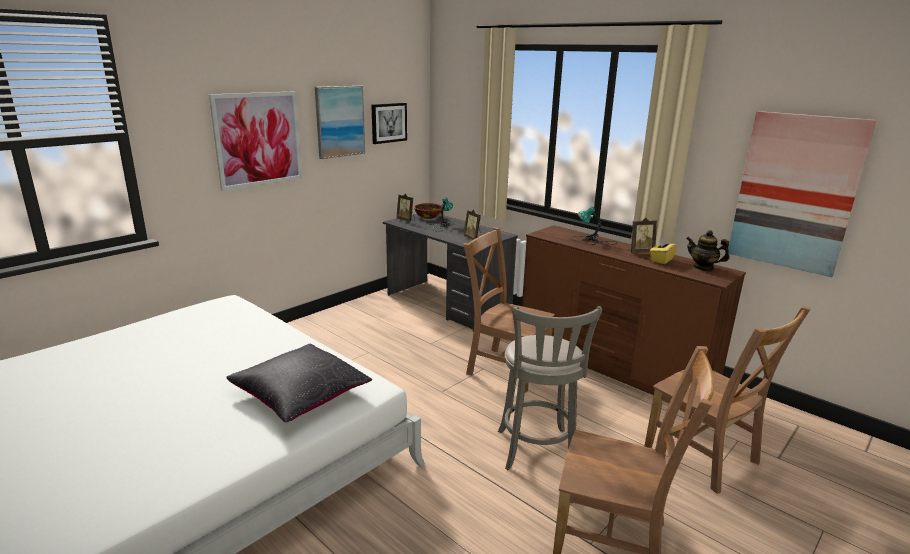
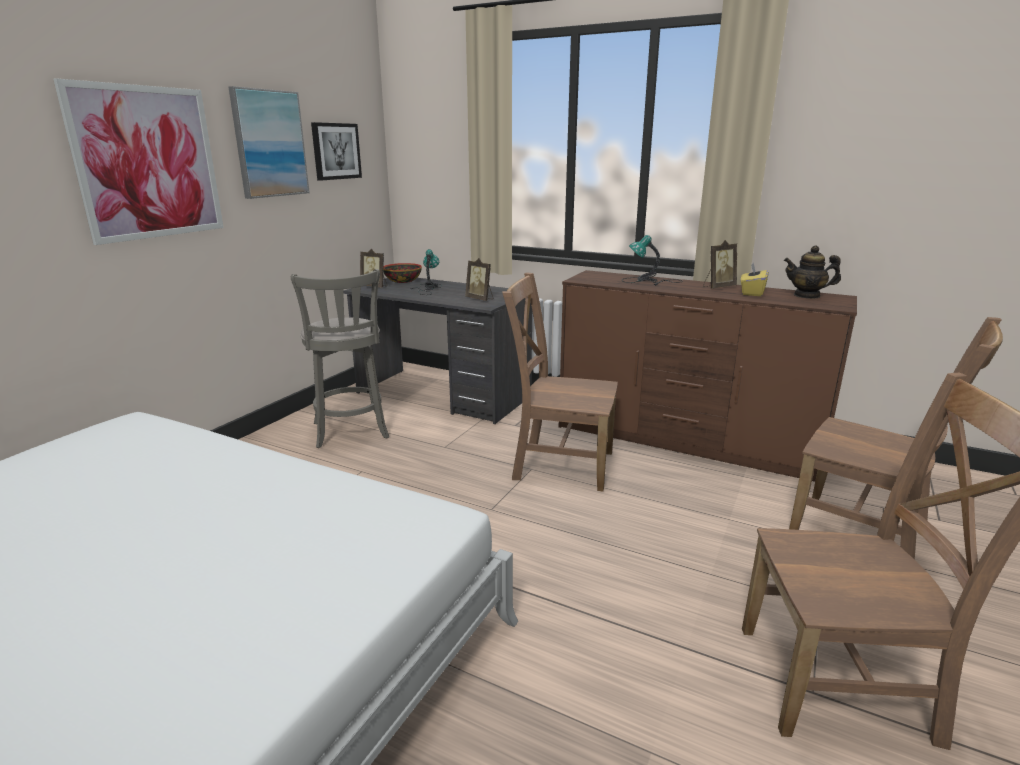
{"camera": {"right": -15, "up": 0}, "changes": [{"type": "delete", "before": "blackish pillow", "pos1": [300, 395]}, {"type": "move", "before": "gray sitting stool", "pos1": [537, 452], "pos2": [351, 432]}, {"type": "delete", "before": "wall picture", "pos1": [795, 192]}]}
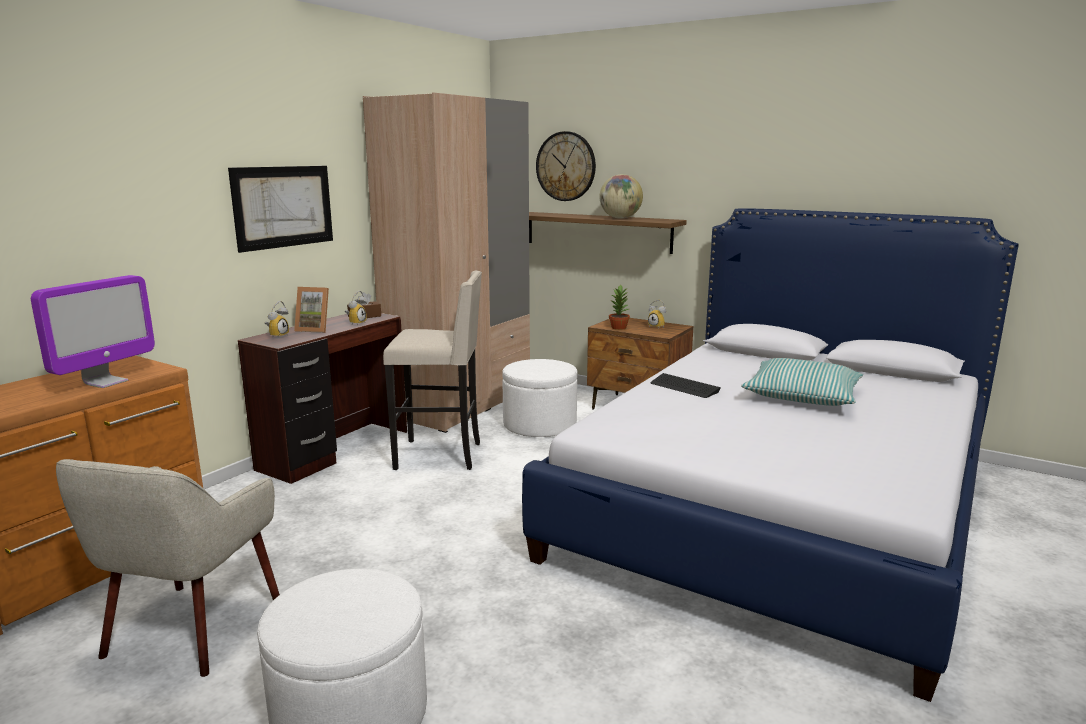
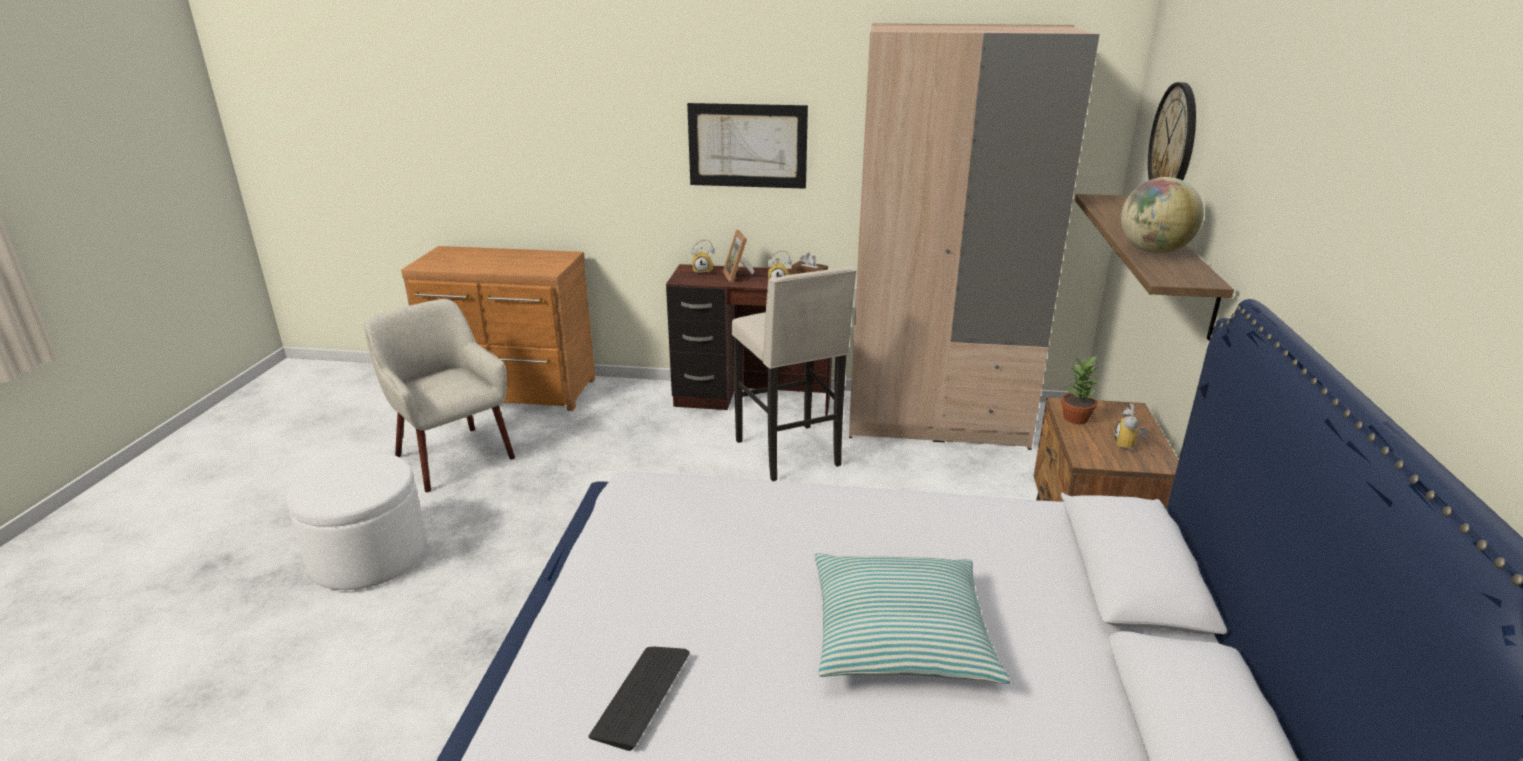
{"camera": {"right": 65, "up": 10}, "changes": [{"type": "delete", "before": "monitor", "pos1": [106, 382]}, {"type": "rotate", "before": "beige-coloured easy chair", "pos1": [191, 629], "pos2": [452, 457], "turn": 60}, {"type": "delete", "before": "white-coloured ottoman", "pos1": [540, 425]}, {"type": "move", "before": "PC keyboard", "pos1": [684, 387], "pos2": [641, 696]}]}
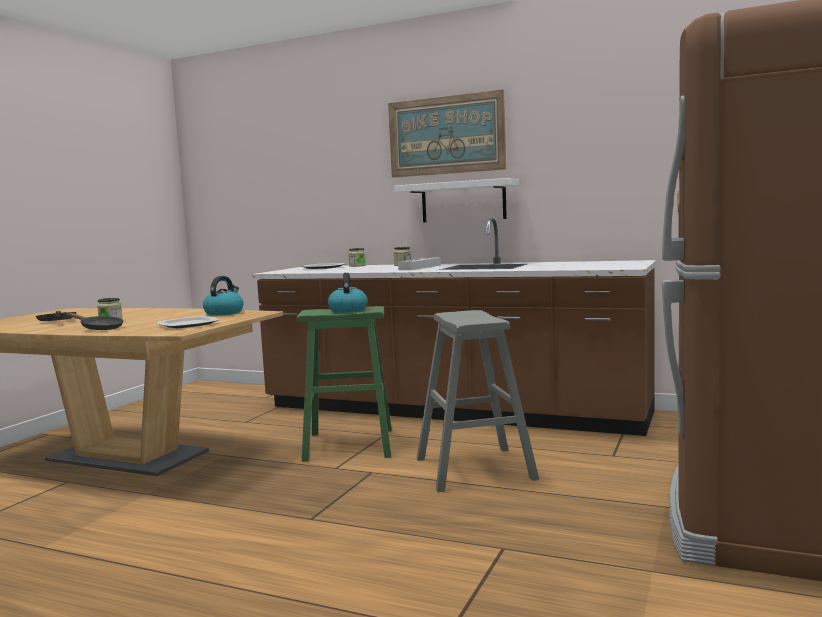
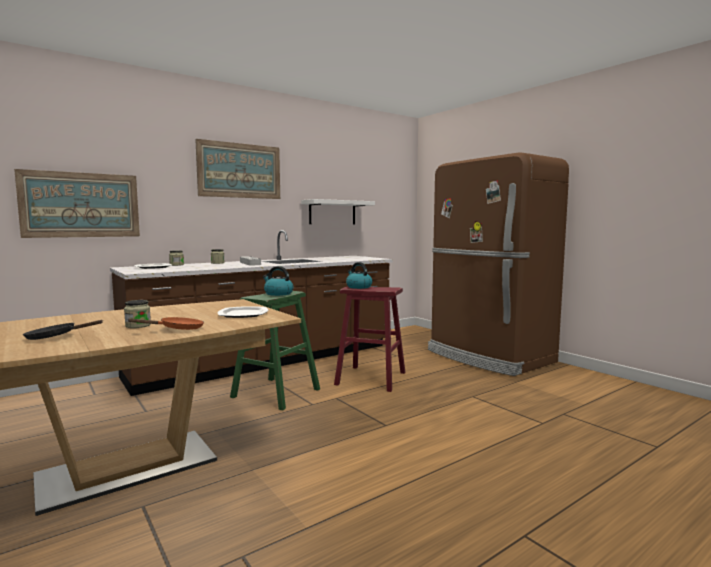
{"camera": {"right": -60, "up": 0}, "changes": [{"type": "recolor", "before": "blackish frying pan", "after": "orangey frying pan", "pos1": [98, 328], "pos2": [177, 329]}, {"type": "move", "before": "water kettle", "pos1": [224, 313], "pos2": [358, 287]}, {"type": "move", "before": "white-coloured wall shelf", "pos1": [463, 201], "pos2": [332, 212]}, {"type": "recolor", "before": "gray sitting stool", "after": "red sitting stool", "pos1": [474, 469], "pos2": [371, 378]}, {"type": "insert", "after": "wall picture", "pos2": [81, 205]}]}
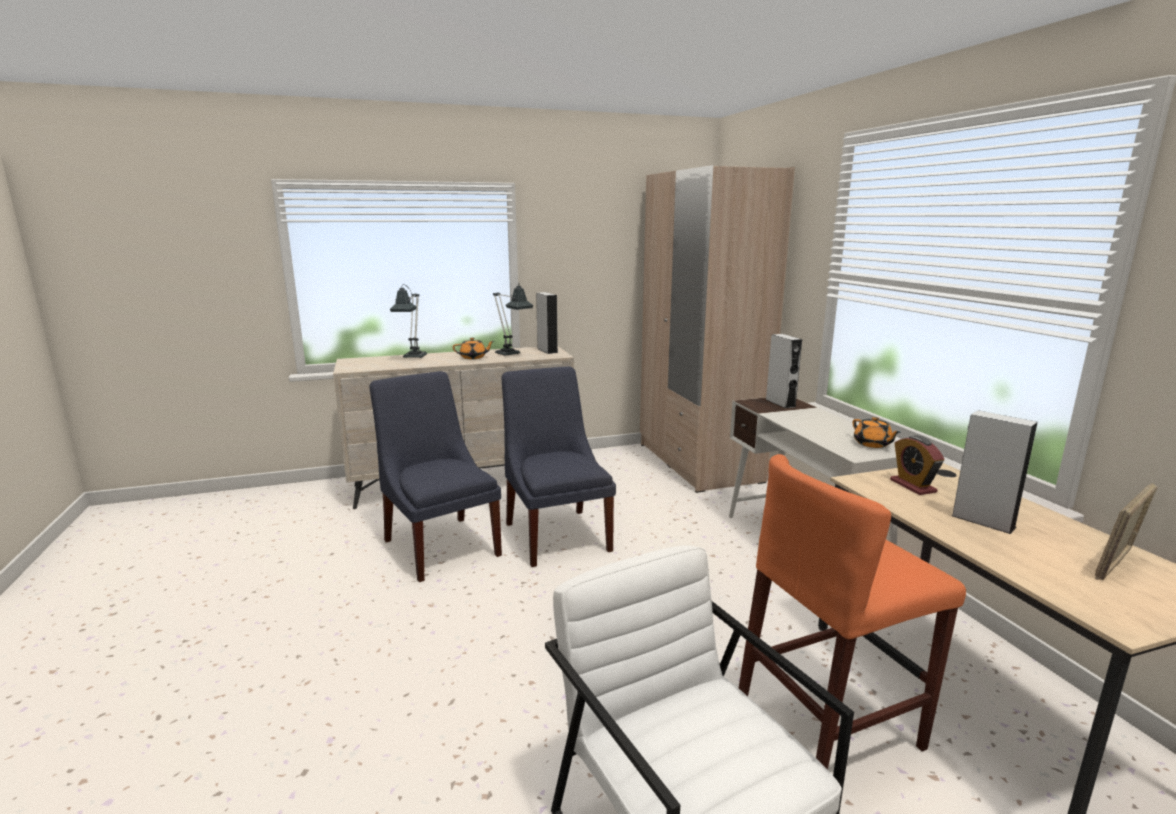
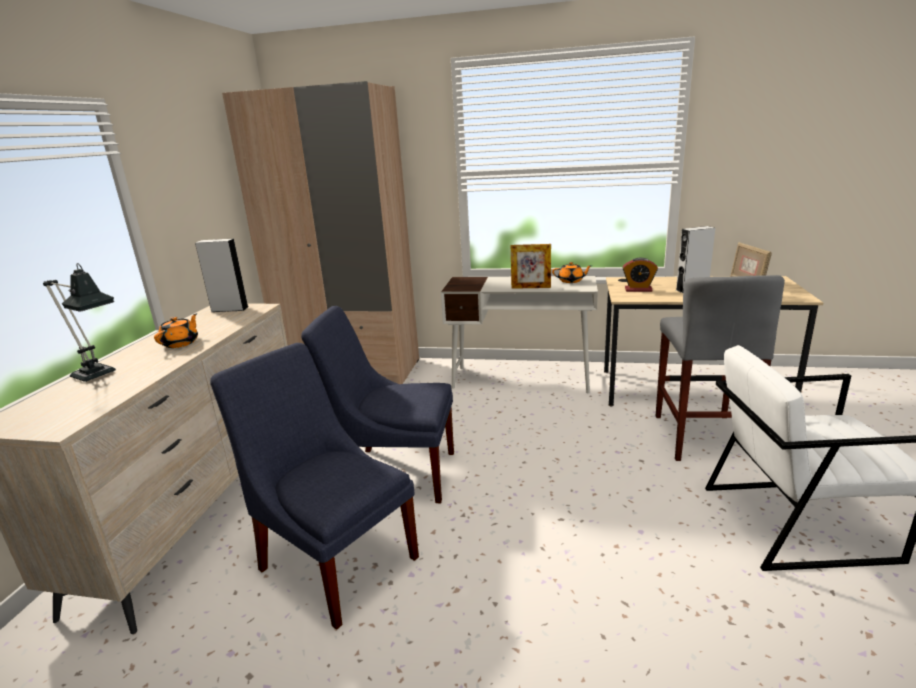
{"camera": {"right": -60, "up": 5}, "changes": [{"type": "rotate", "before": "blue-coloured chair", "pos1": [440, 545], "pos2": [335, 558], "turn": 45}, {"type": "delete", "before": "lamp for a table", "pos1": [511, 355]}, {"type": "recolor", "before": "orangey sitting stool", "after": "gray sitting stool", "pos1": [828, 727], "pos2": [702, 437]}, {"type": "delete", "before": "gray audio speaker", "pos1": [780, 403]}, {"type": "insert", "after": "photo frame", "pos2": [531, 287]}]}
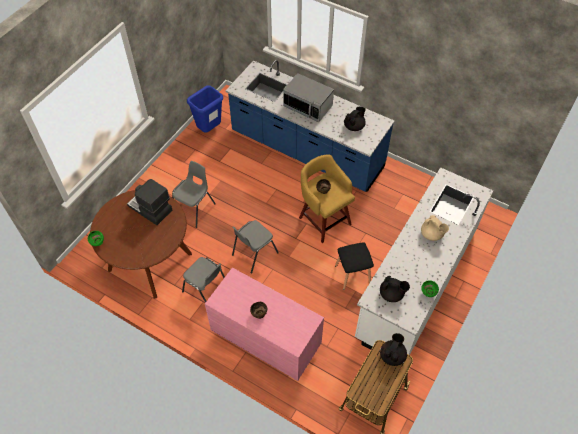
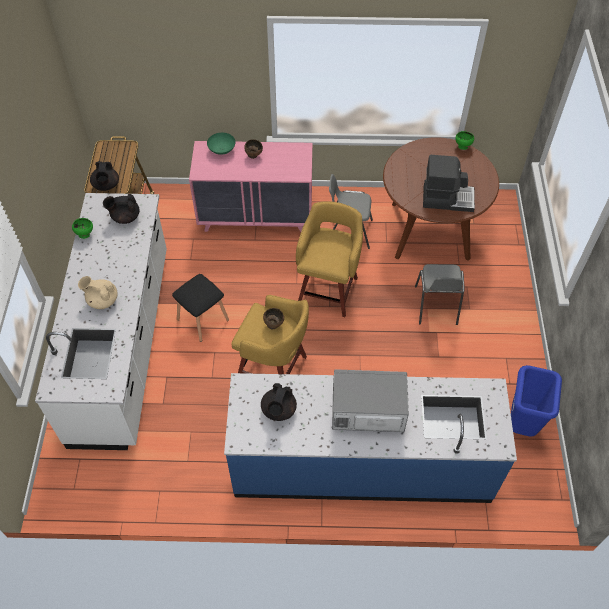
{"camera": {"right": 150, "up": 0}, "changes": [{"type": "replace", "before": "gray chair", "after": "yellowish sitting stool", "pos1": [254, 254], "pos2": [328, 289]}, {"type": "insert", "after": "green deep dish", "pos2": [221, 150]}]}
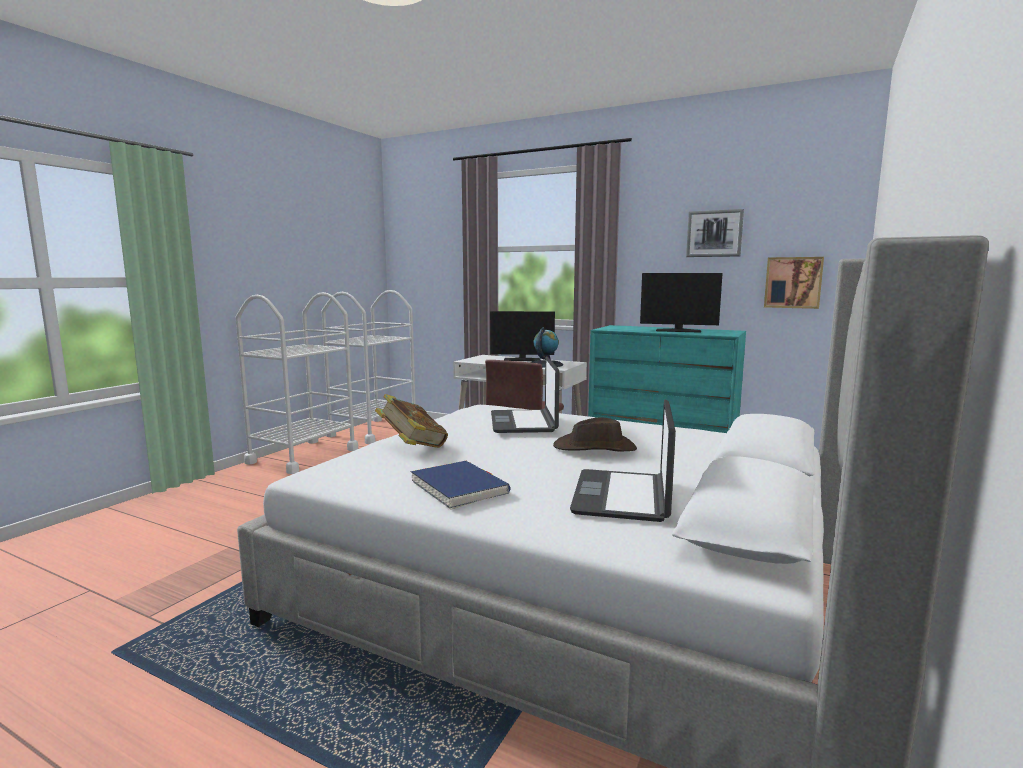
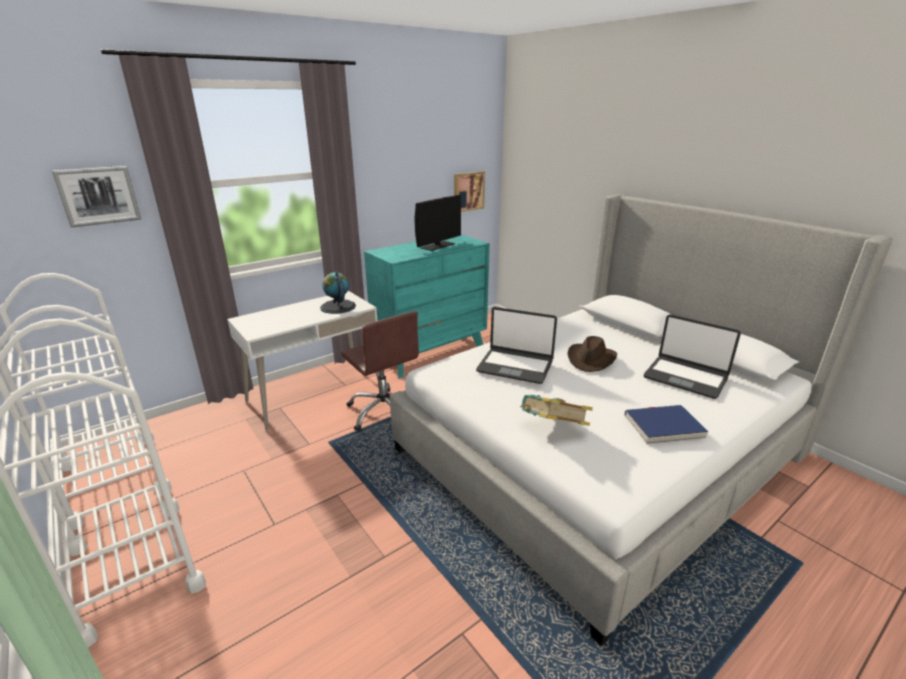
{"camera": {"right": -65, "up": 15}, "changes": [{"type": "delete", "before": "monitor", "pos1": [522, 359]}, {"type": "move", "before": "wall picture", "pos1": [714, 233], "pos2": [98, 196]}]}
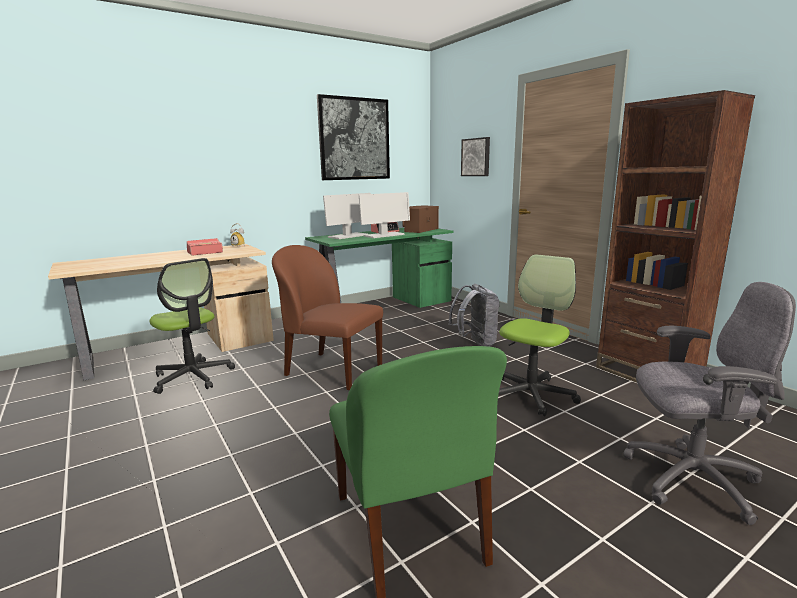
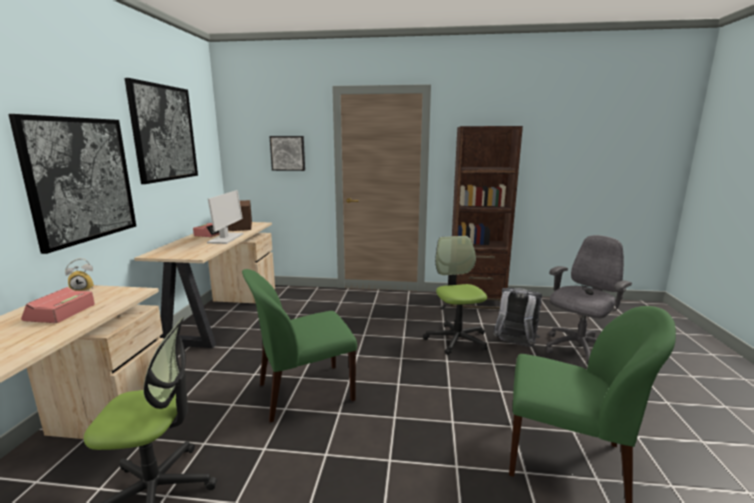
{"camera": {"right": -50, "up": 0}, "changes": [{"type": "recolor", "before": "brown chair", "after": "green chair", "pos1": [332, 370], "pos2": [303, 392]}, {"type": "recolor", "before": "green desk table", "after": "beige-coloured desk table", "pos1": [383, 306], "pos2": [222, 313]}, {"type": "delete", "before": "monitor", "pos1": [348, 236]}, {"type": "move", "before": "gray knapsack", "pos1": [475, 343], "pos2": [515, 345]}, {"type": "insert", "after": "wall picture", "pos2": [81, 180]}]}
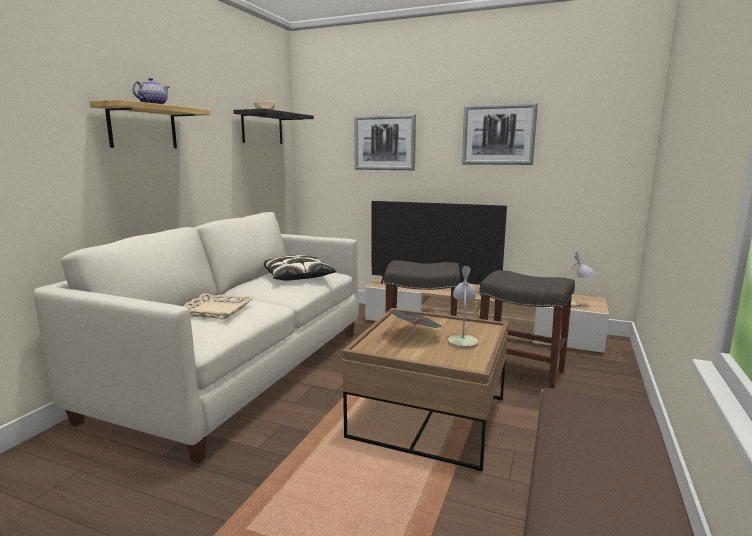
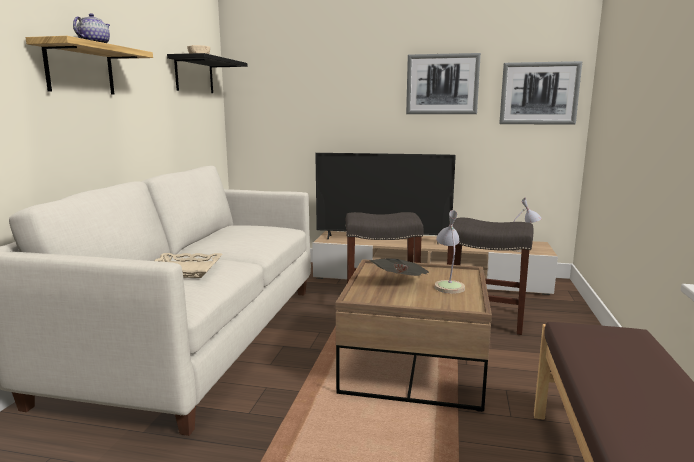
{"camera": {"right": -10, "up": 0}, "changes": [{"type": "delete", "before": "pillow", "pos1": [297, 276]}, {"type": "move", "before": "wall picture", "pos1": [384, 142], "pos2": [539, 93]}]}
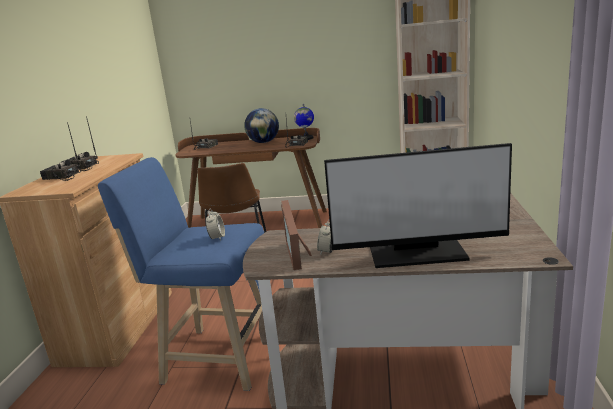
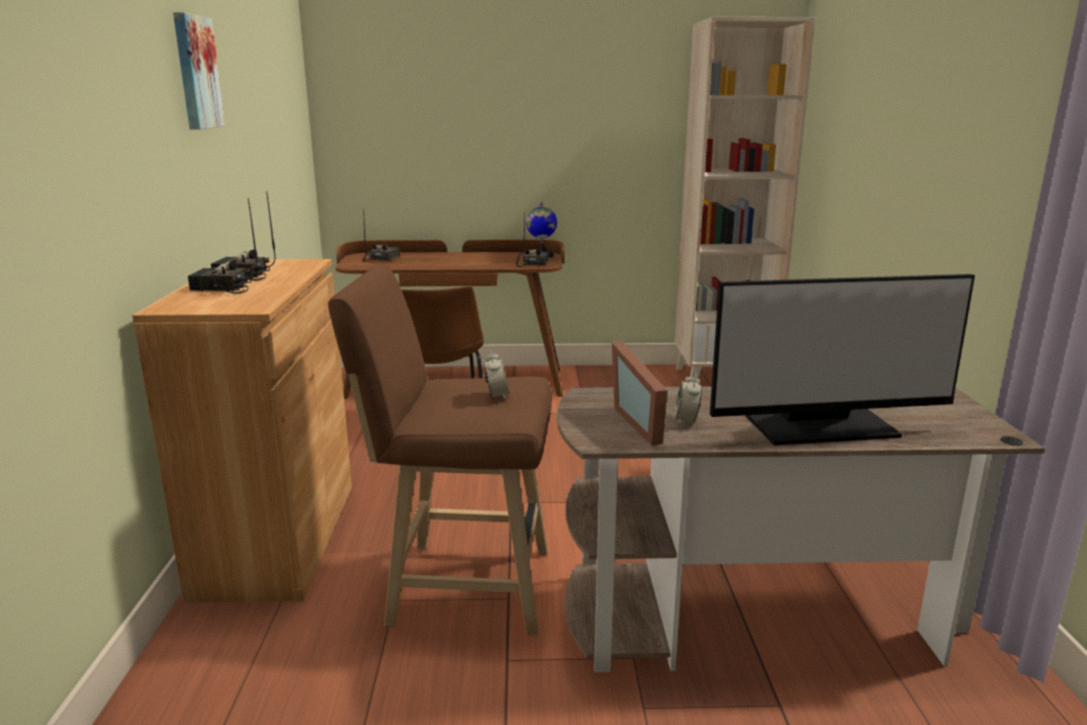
{"camera": {"right": -10, "up": 0}, "changes": [{"type": "recolor", "before": "blue-coloured sitting stool", "after": "brown sitting stool", "pos1": [214, 357], "pos2": [460, 585]}, {"type": "delete", "before": "world globe", "pos1": [263, 142]}, {"type": "insert", "after": "wall picture", "pos2": [195, 72]}]}
